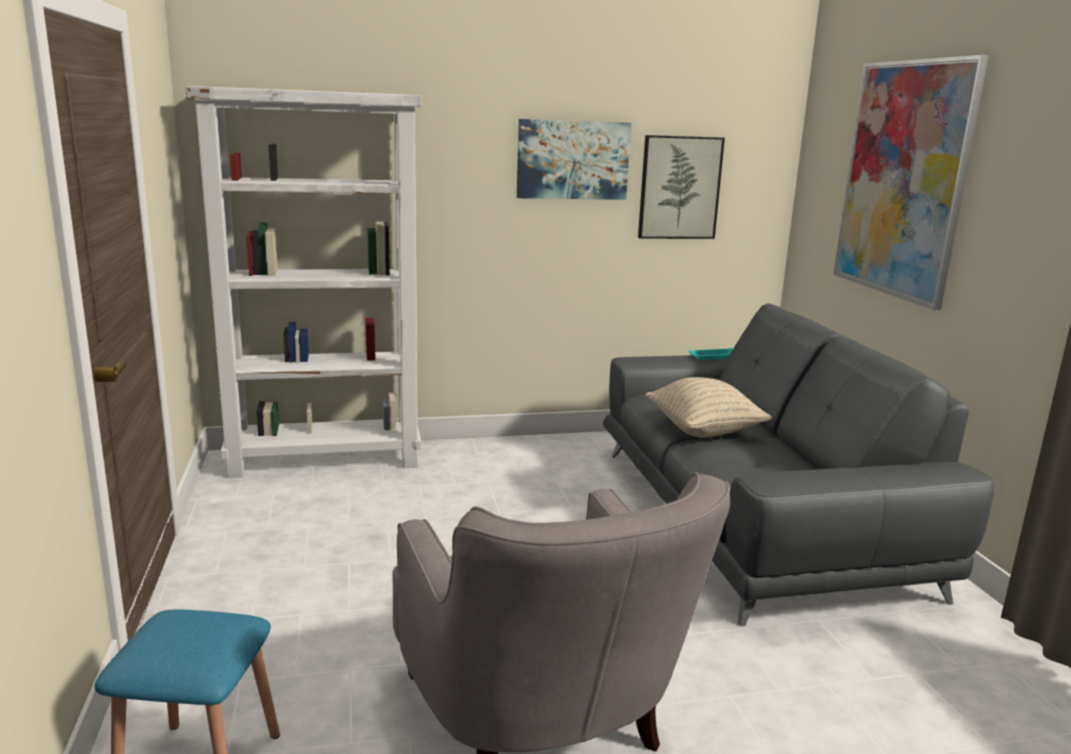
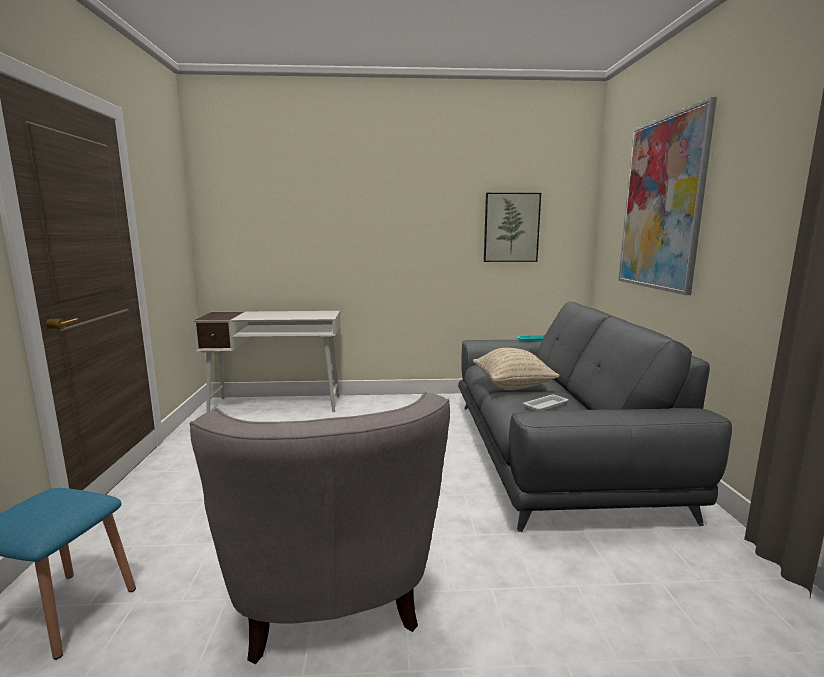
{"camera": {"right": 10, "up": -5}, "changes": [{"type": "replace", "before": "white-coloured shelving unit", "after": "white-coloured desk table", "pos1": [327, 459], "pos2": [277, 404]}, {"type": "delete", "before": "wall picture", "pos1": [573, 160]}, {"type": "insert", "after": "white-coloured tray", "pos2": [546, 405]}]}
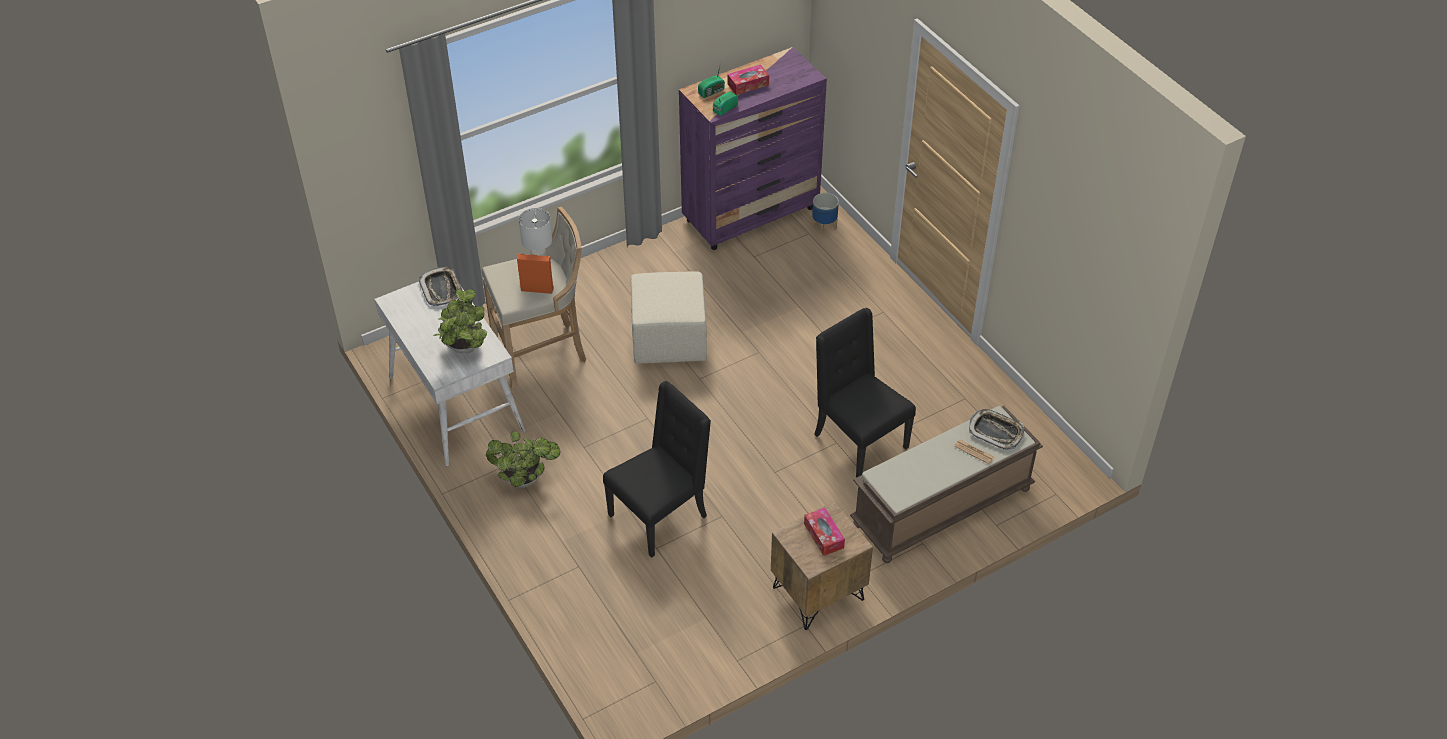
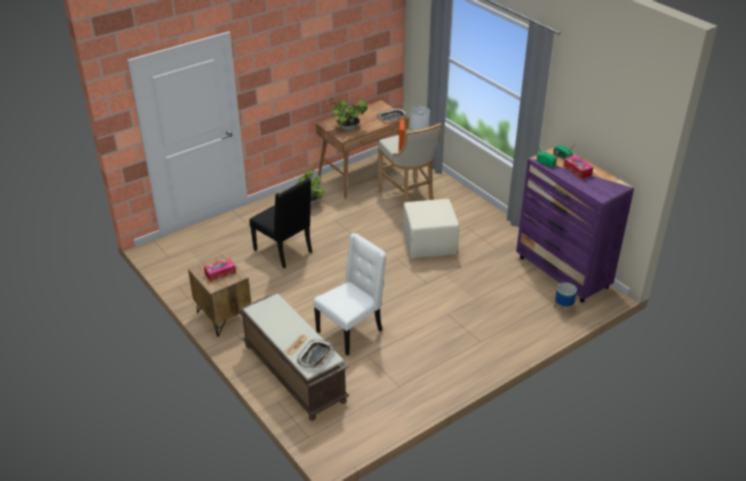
{"camera": {"right": 85, "up": -10}, "changes": [{"type": "recolor", "before": "white-coloured desk table", "after": "brown desk table", "pos1": [455, 404], "pos2": [363, 175]}, {"type": "recolor", "before": "blackish chair", "after": "white-coloured chair", "pos1": [858, 441], "pos2": [351, 331]}]}
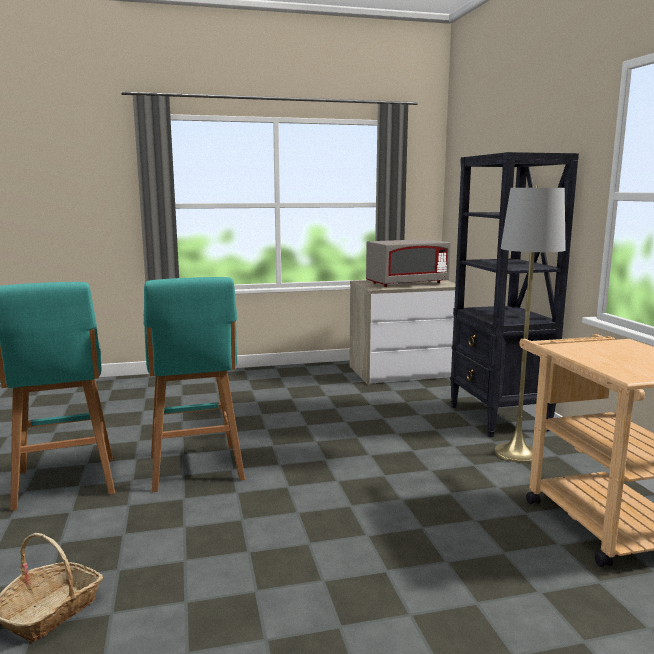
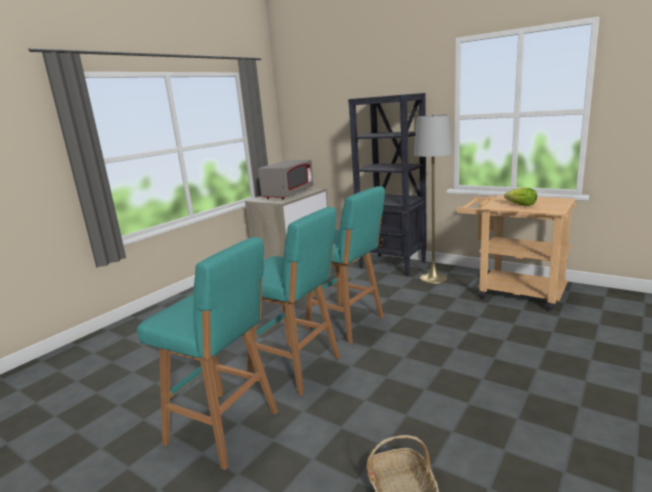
{"camera": {"right": -40, "up": 5}, "changes": [{"type": "insert", "after": "blue-green sitting stool", "pos2": [347, 324]}, {"type": "insert", "after": "lettuce head", "pos2": [521, 205]}]}
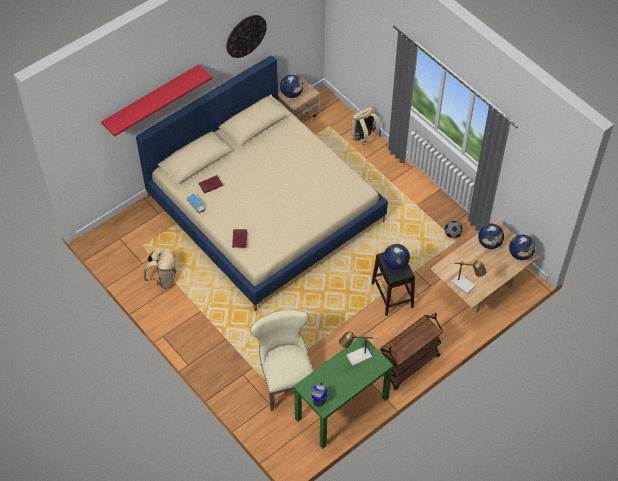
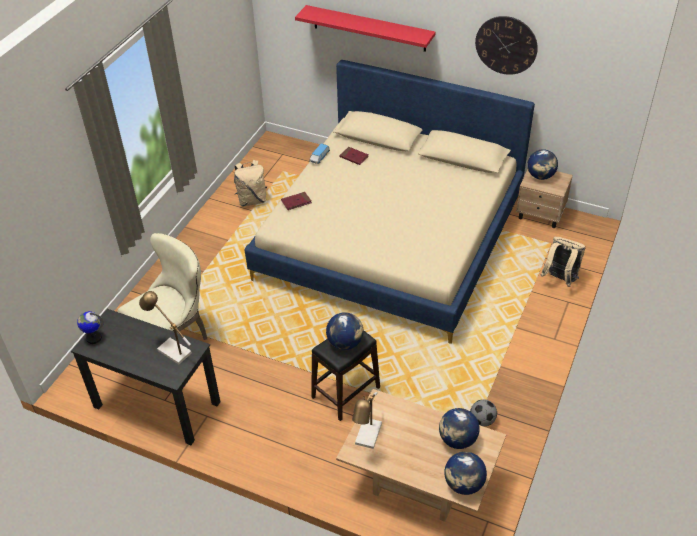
{"camera": {"right": 65, "up": -10}, "changes": [{"type": "recolor", "before": "green desk table", "after": "blackish desk table", "pos1": [341, 408], "pos2": [156, 404]}, {"type": "delete", "before": "brown trolley", "pos1": [408, 365]}]}
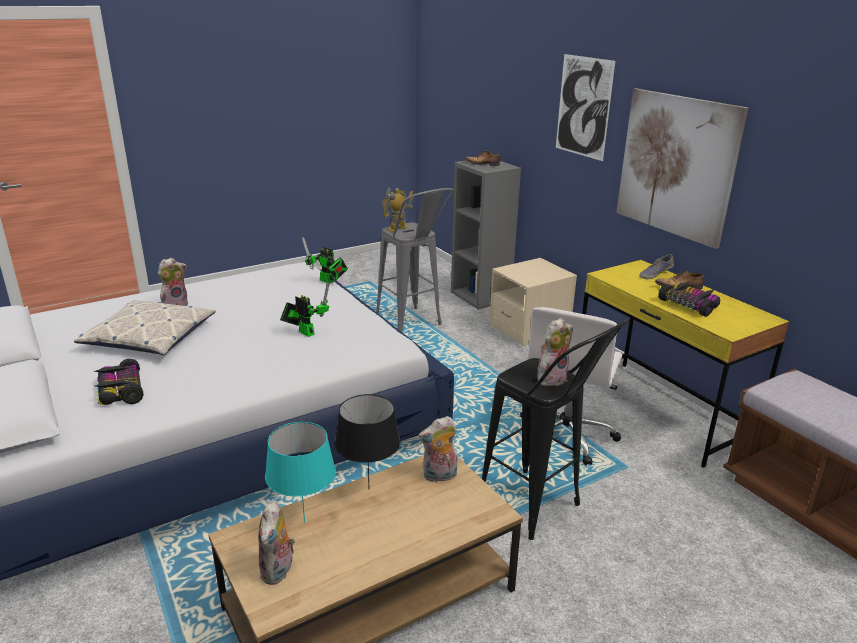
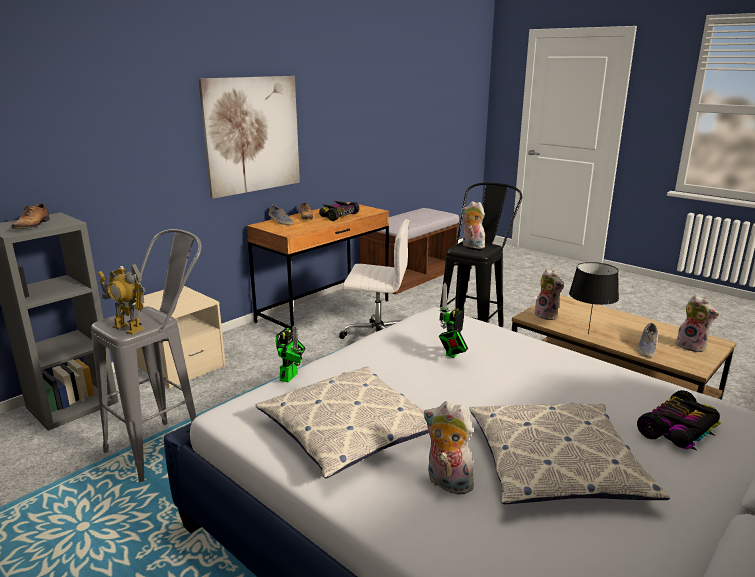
{"camera": {"right": -105, "up": -5}, "changes": [{"type": "rotate", "before": "cuddly toy", "pos1": [278, 571], "pos2": [692, 346], "turn": 60}, {"type": "replace", "before": "blue-green lamp for a table", "after": "item of footwear", "pos1": [304, 522], "pos2": [646, 348]}, {"type": "delete", "before": "wall picture", "pos1": [583, 107]}, {"type": "recolor", "before": "yellowish desk table", "after": "brown desk table", "pos1": [659, 411], "pos2": [324, 311]}, {"type": "insert", "after": "pillow", "pos2": [349, 430]}]}
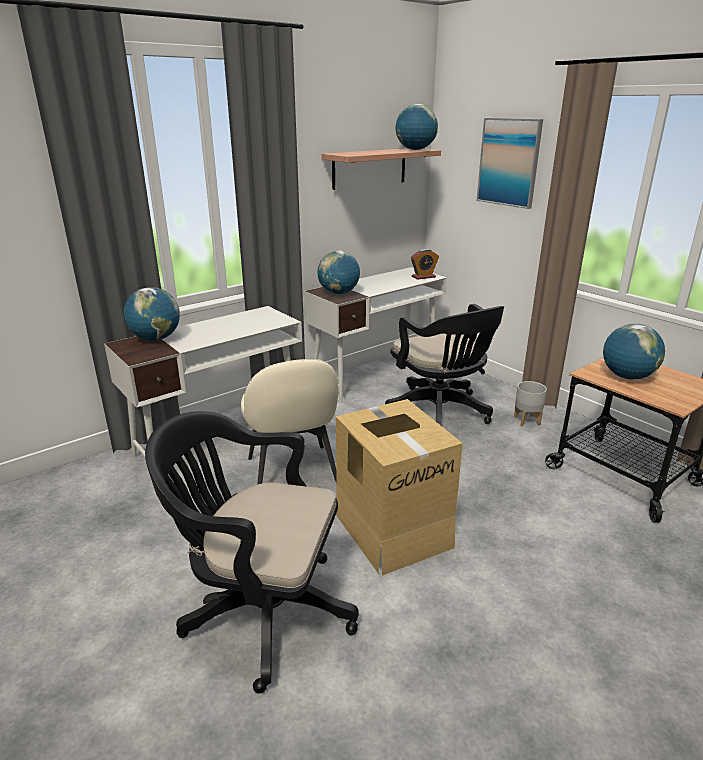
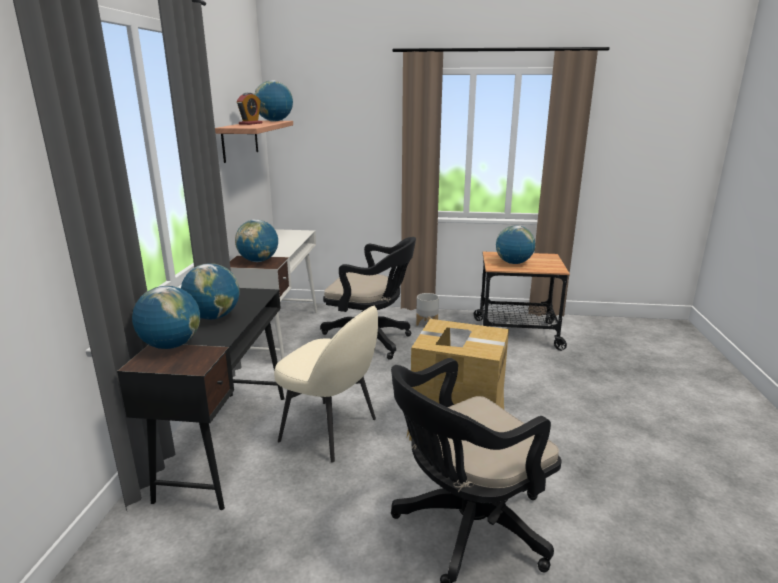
{"camera": {"right": -45, "up": -5}, "changes": [{"type": "recolor", "before": "white-coloured desk table", "after": "blackish desk table", "pos1": [221, 441], "pos2": [227, 442]}, {"type": "move", "before": "bedside clock", "pos1": [423, 277], "pos2": [250, 123]}, {"type": "delete", "before": "wall picture", "pos1": [509, 162]}, {"type": "insert", "after": "world globe", "pos2": [213, 317]}]}
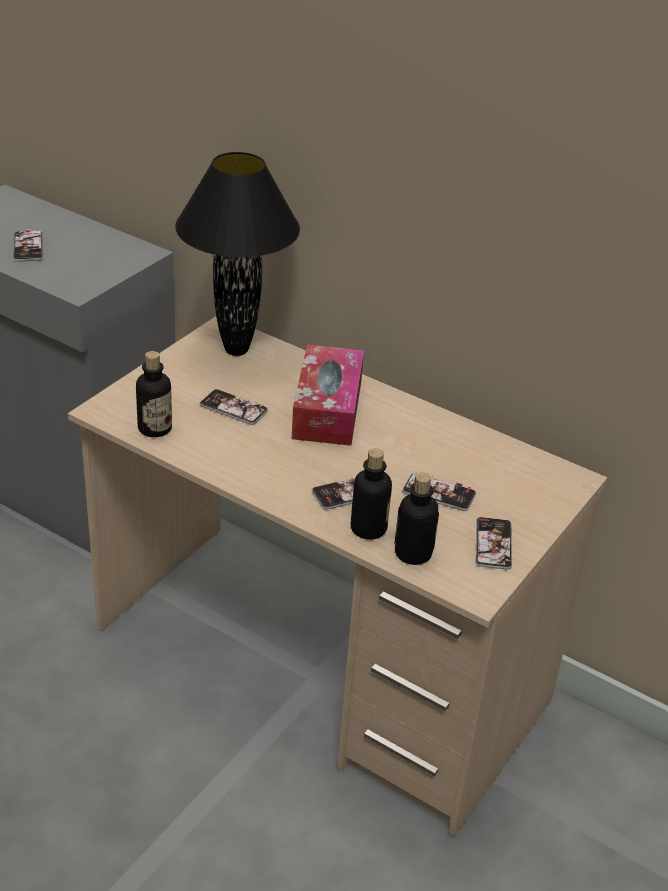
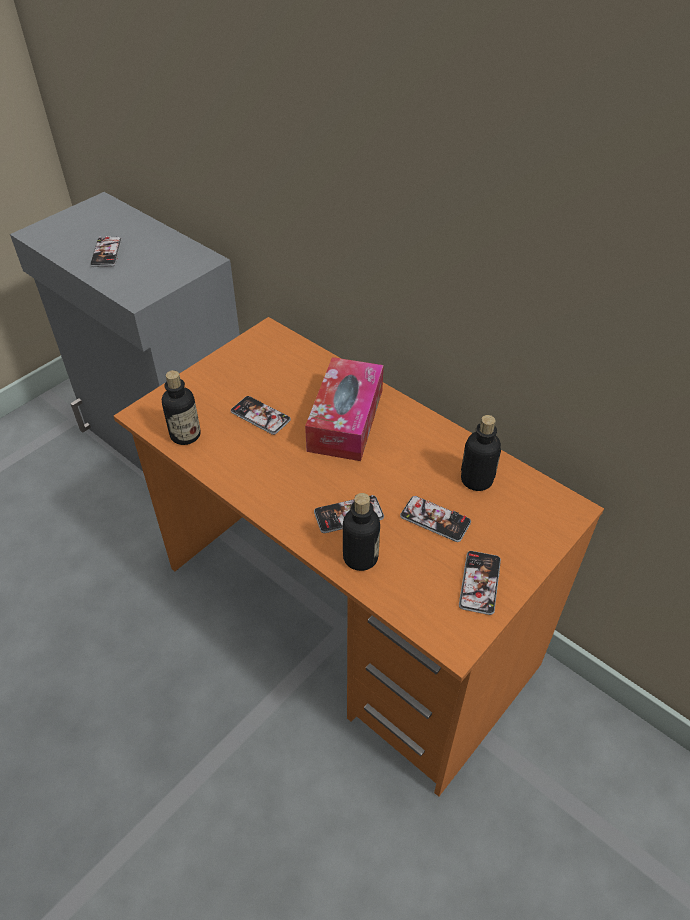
{"camera": {"right": 10, "up": 10}, "changes": [{"type": "recolor", "before": "beige-coloured desk table", "after": "orangey desk table", "pos1": [320, 665], "pos2": [347, 616]}, {"type": "delete", "before": "blackish lamp for a table", "pos1": [236, 351]}, {"type": "move", "before": "bottle", "pos1": [413, 553], "pos2": [476, 480]}]}
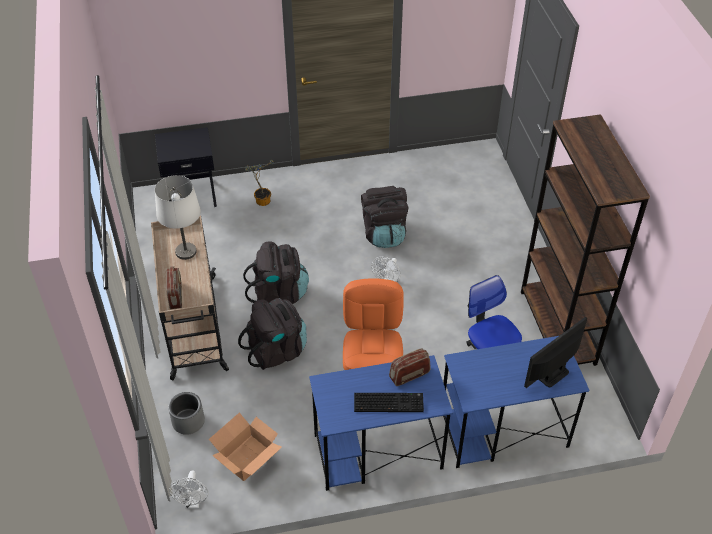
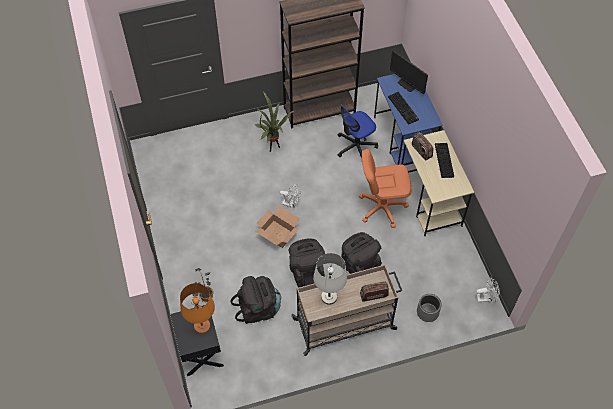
{"camera": {"right": -95, "up": 10}, "changes": [{"type": "move", "before": "carton", "pos1": [246, 458], "pos2": [278, 234]}, {"type": "recolor", "before": "blue-coloured desk table", "after": "beige-coloured desk table", "pos1": [377, 452], "pos2": [430, 202]}, {"type": "move", "before": "blackish knapsack", "pos1": [384, 233], "pos2": [258, 309]}, {"type": "insert", "after": "orangey lamp for a table", "pos2": [202, 326]}, {"type": "insert", "after": "potted plant", "pos2": [273, 146]}, {"type": "insert", "after": "PC keyboard", "pos2": [404, 108]}]}
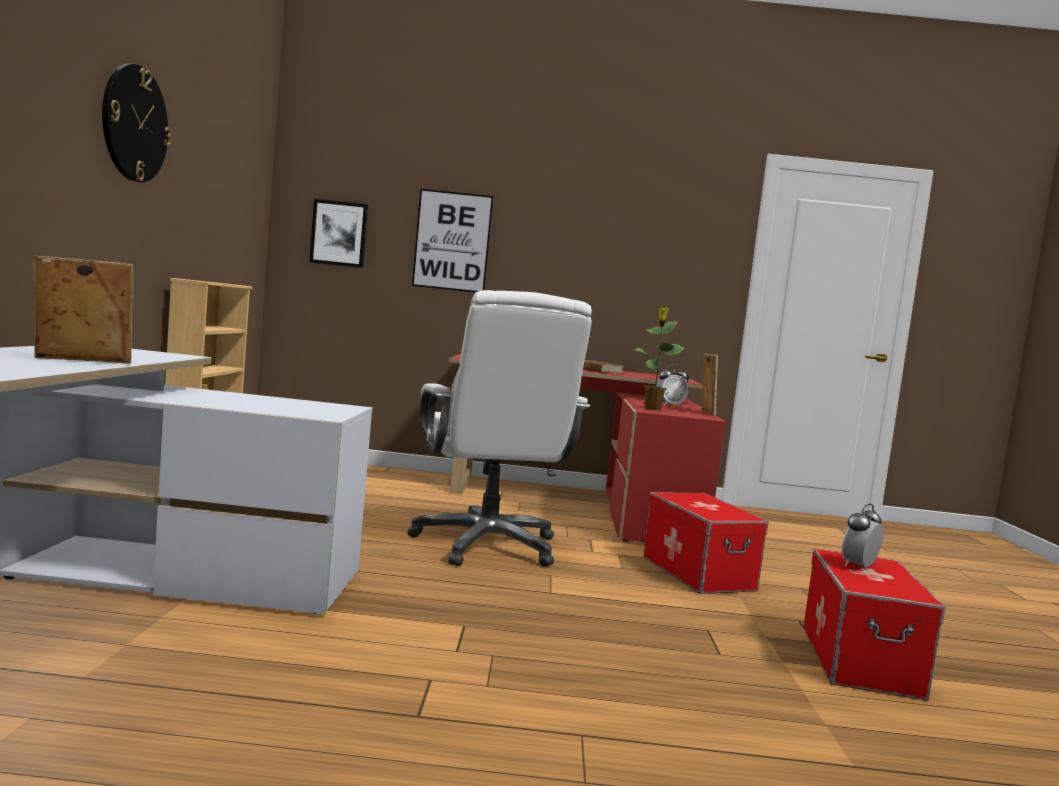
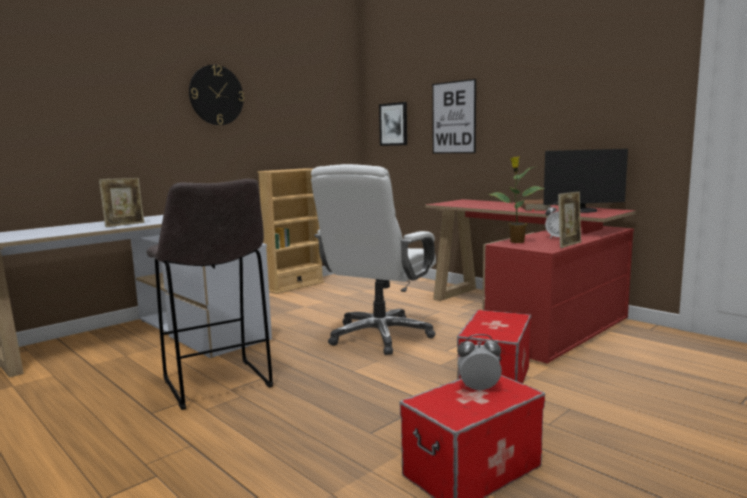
{"camera": {"right": 45, "up": 5}, "changes": [{"type": "rotate", "before": "photo frame", "pos1": [81, 361], "pos2": [124, 225], "turn": 105}, {"type": "insert", "after": "gray sitting stool", "pos2": [218, 384]}, {"type": "insert", "after": "monitor", "pos2": [582, 211]}]}
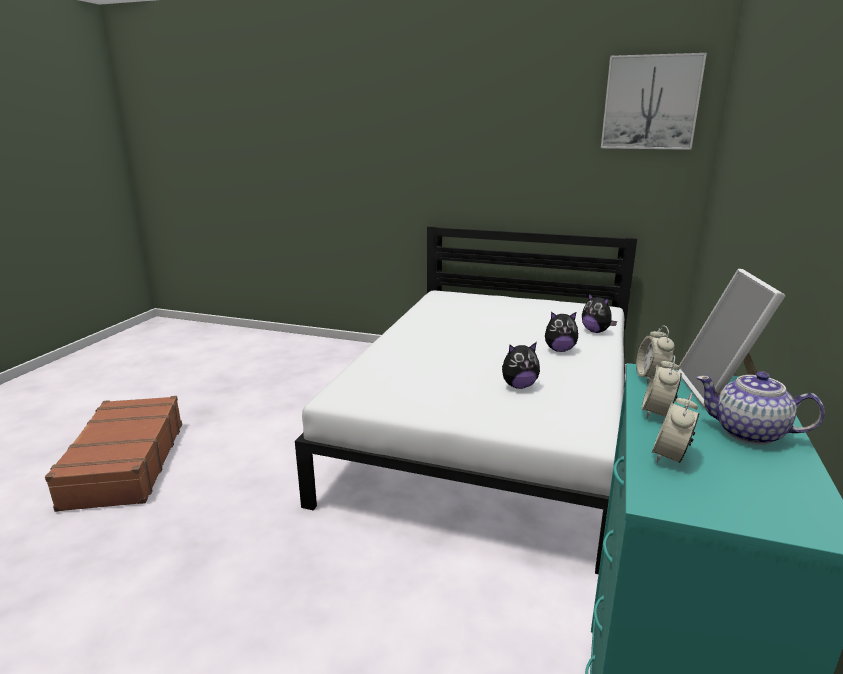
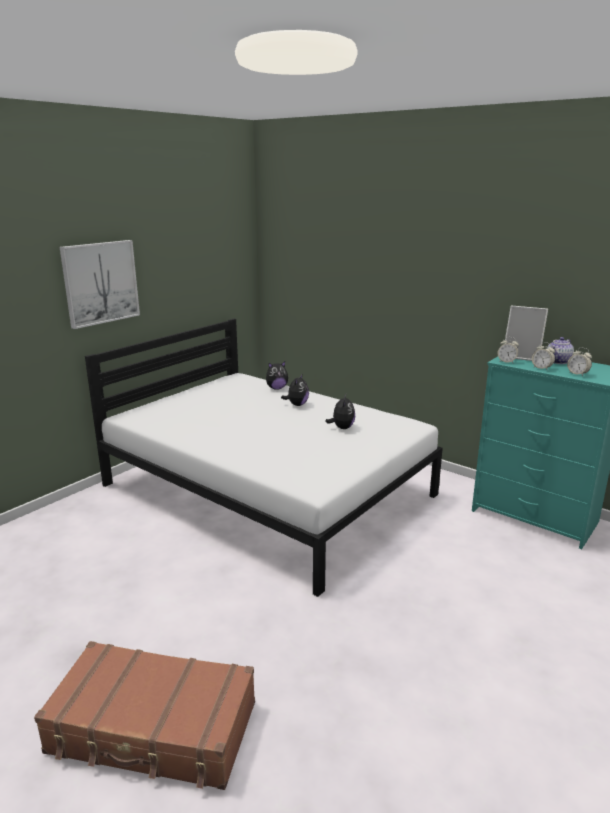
{"camera": {"right": -70, "up": 0}, "changes": [{"type": "move", "before": "wall picture", "pos1": [650, 102], "pos2": [100, 283]}]}
